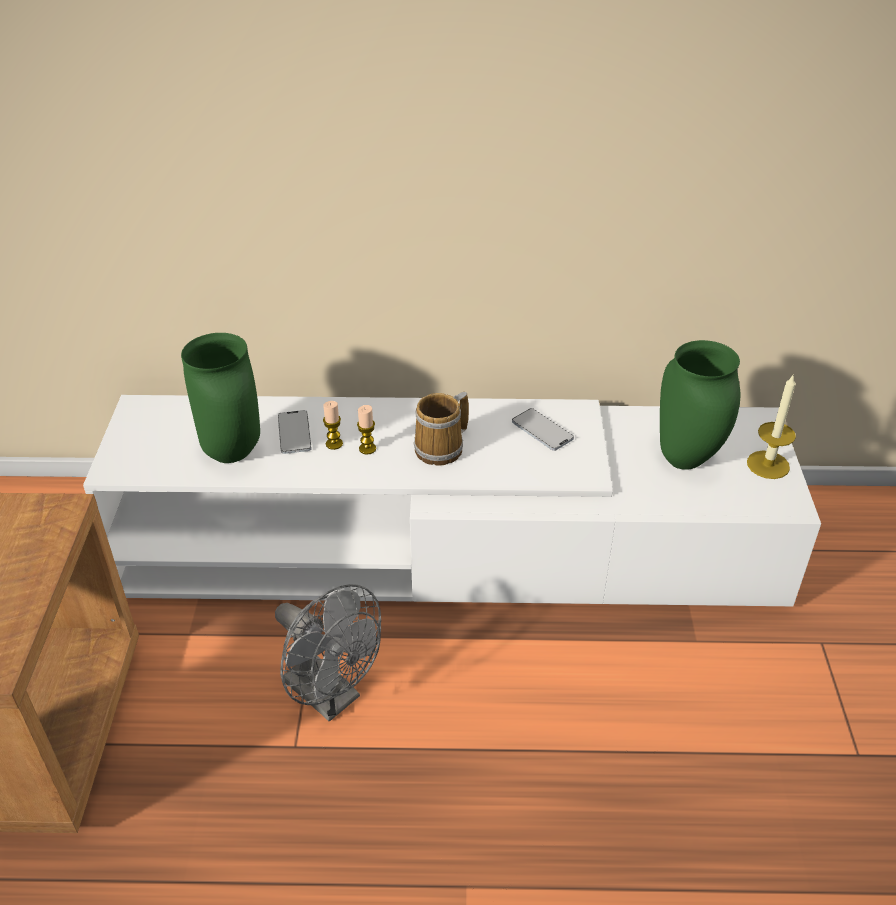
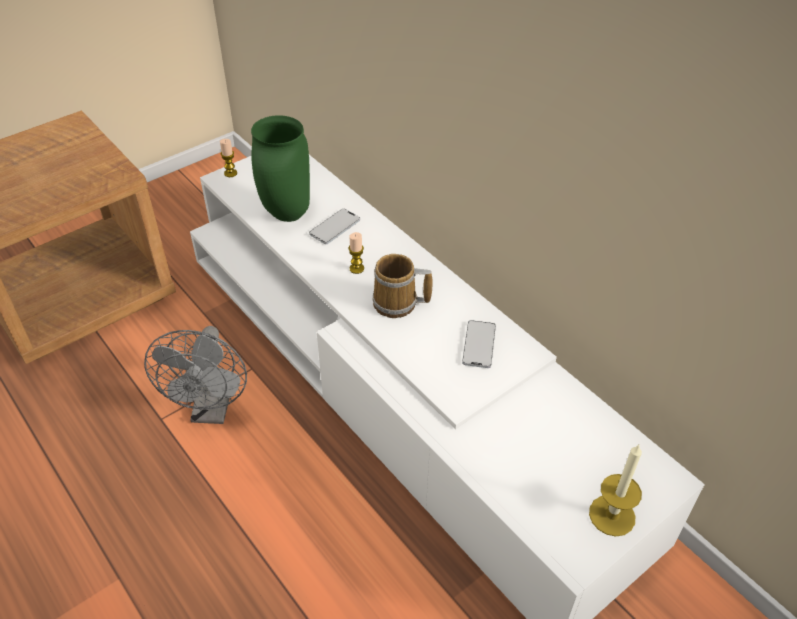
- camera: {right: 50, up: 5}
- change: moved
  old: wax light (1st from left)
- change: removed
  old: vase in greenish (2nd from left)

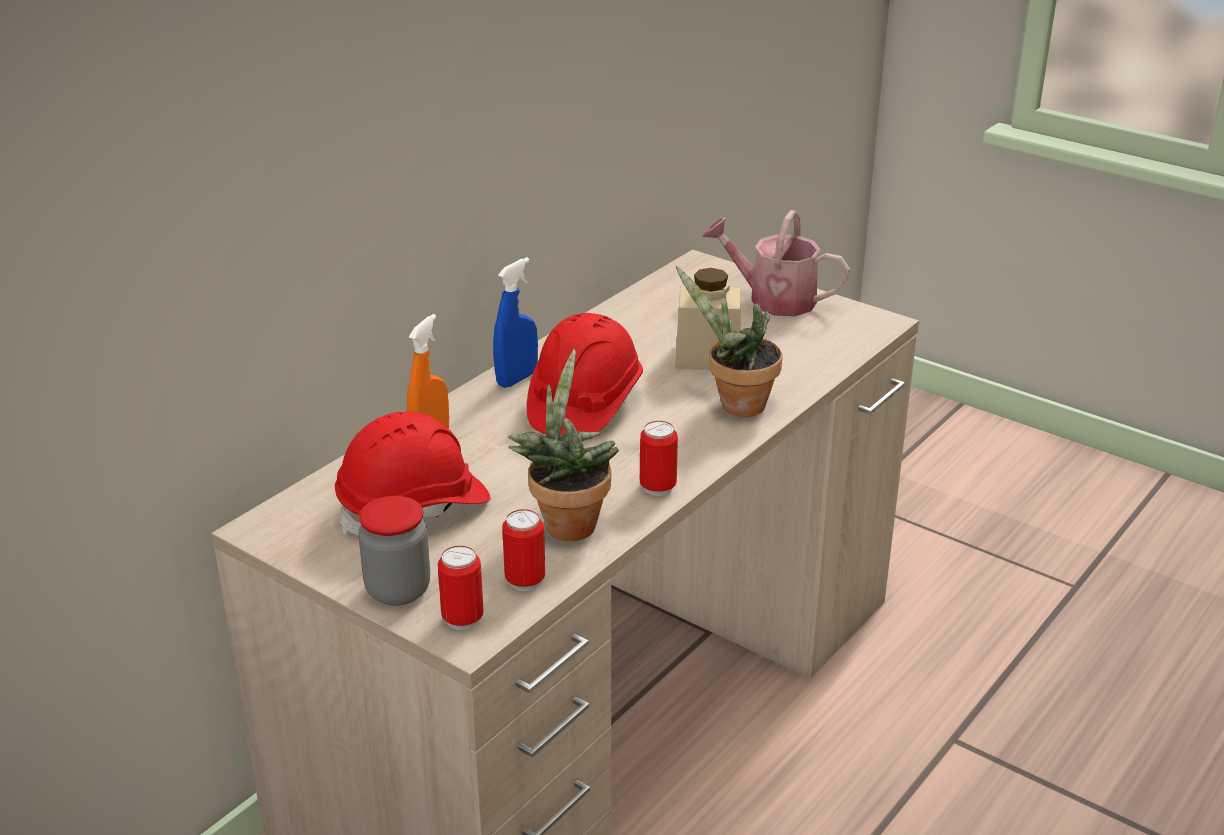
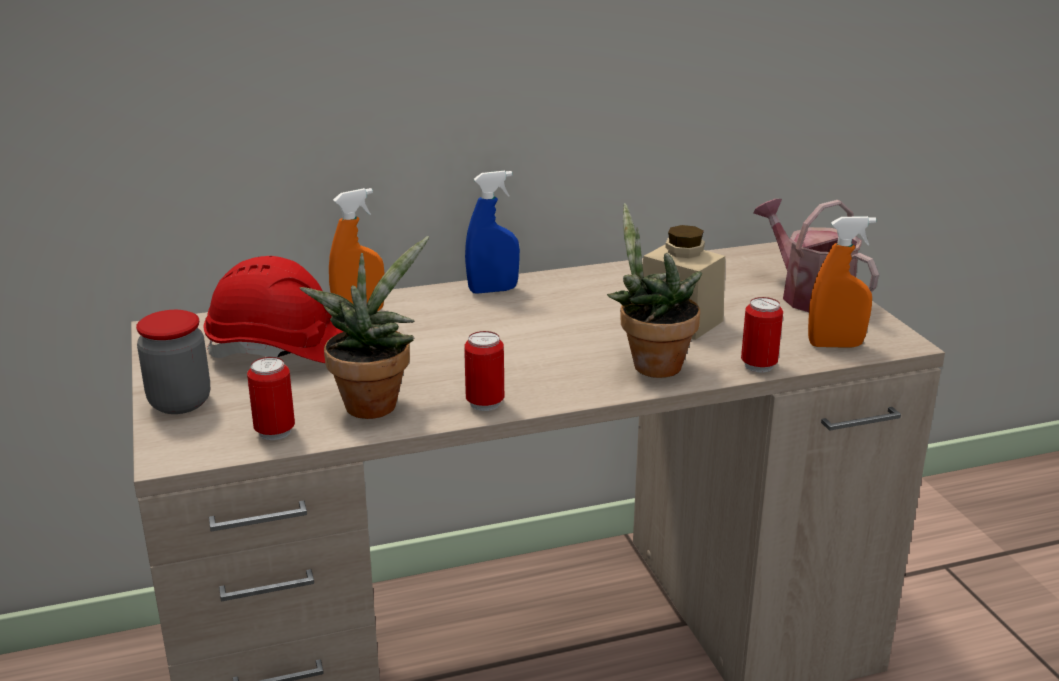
- camera: {right: 35, up: -5}
- change: moved
  old: metal can (1st from left in the first image)
  new: metal can (3rd from left)
- change: added
  new: hand sprayer in orangey (2nd from left)
- change: removed
  old: work helmet in red-coloured (2nd from left)

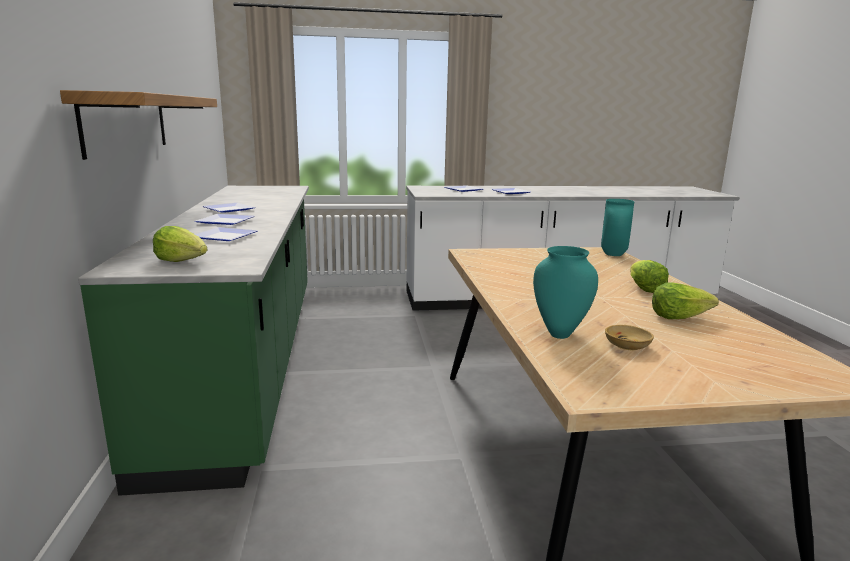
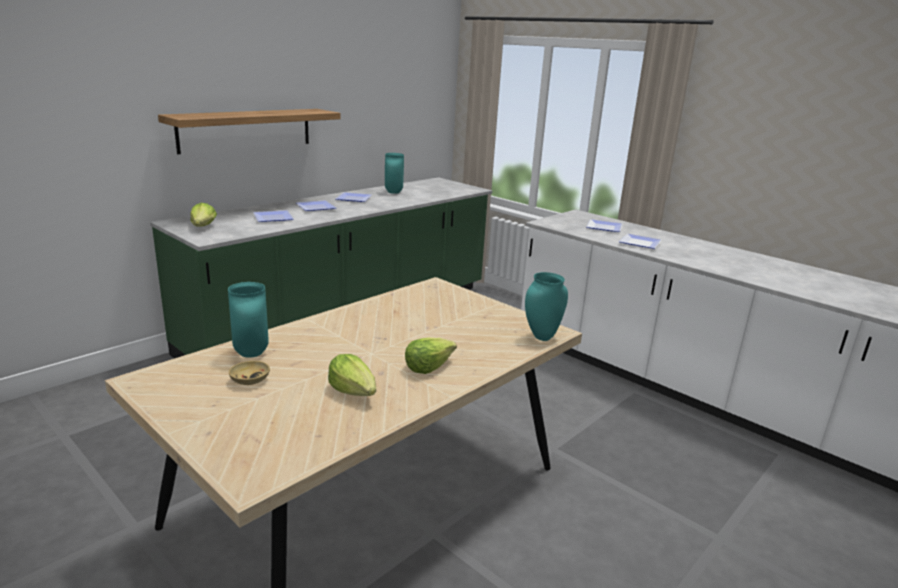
- camera: {right: 50, up: 5}
- change: added
  new: vase in turquoise-coloured (2nd from left)

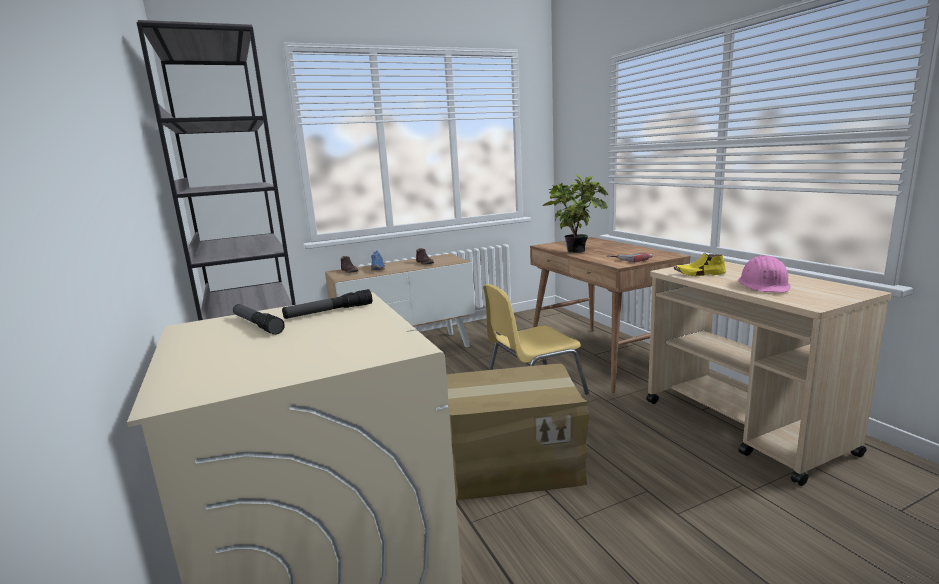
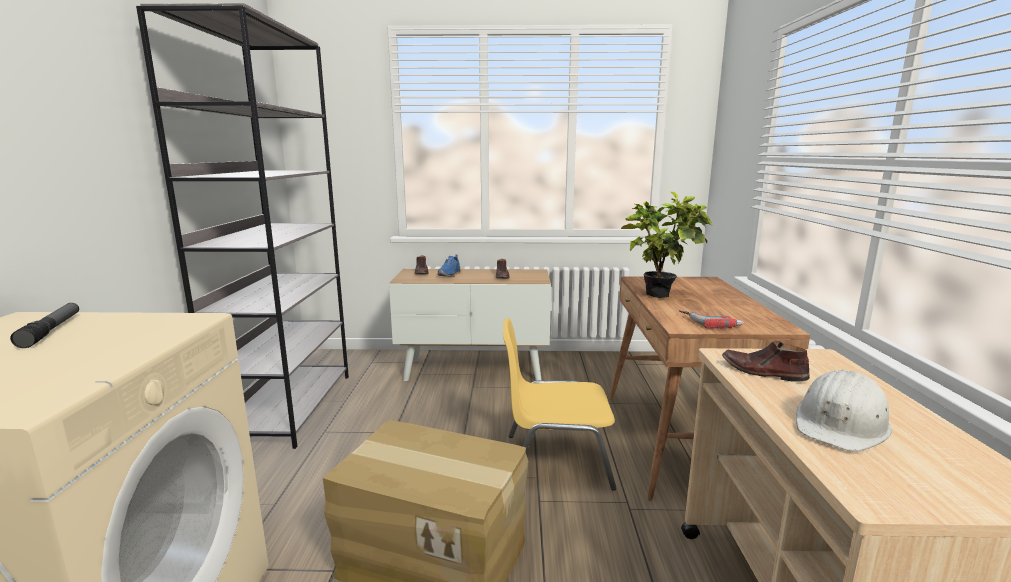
- camera: {right: 25, up: 0}
- change: recoloured
  old: item of footwear in yellowish
  new: item of footwear in brown-coloured (3rd from left)
- change: recoloured
  old: work helmet in pinkish
  new: work helmet in whitish
- change: removed
  old: torch (2nd from left)

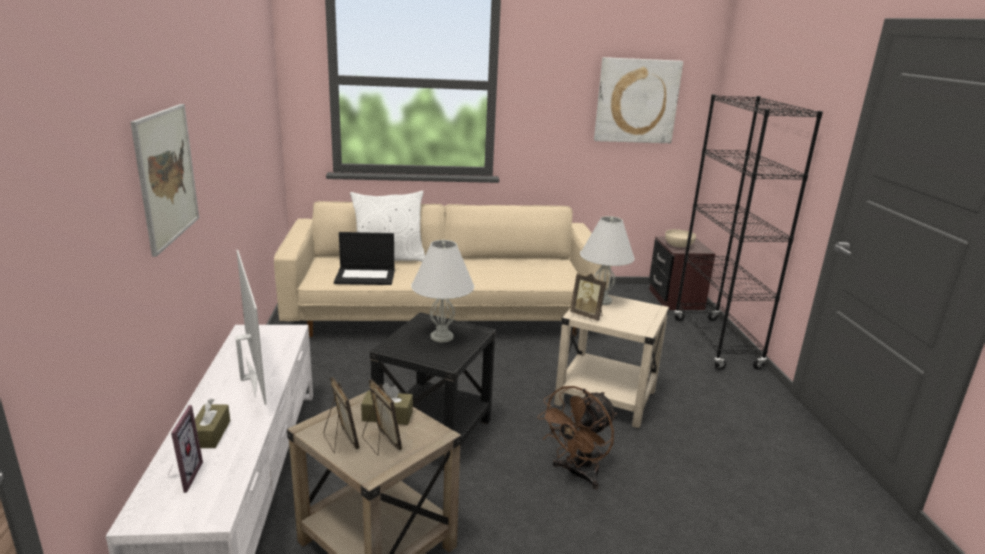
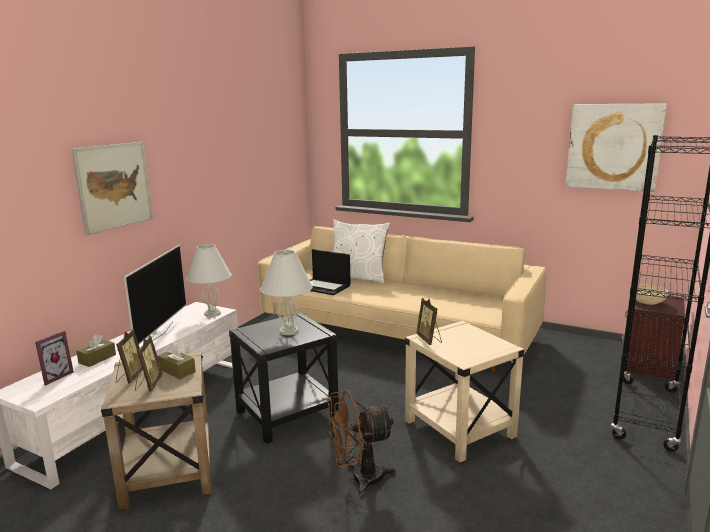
- camera: {right: 35, up: -5}
- change: moved
  old: lamp for a table in whitish (2nd from left in the first image)
  new: lamp for a table in whitish (1st from left)

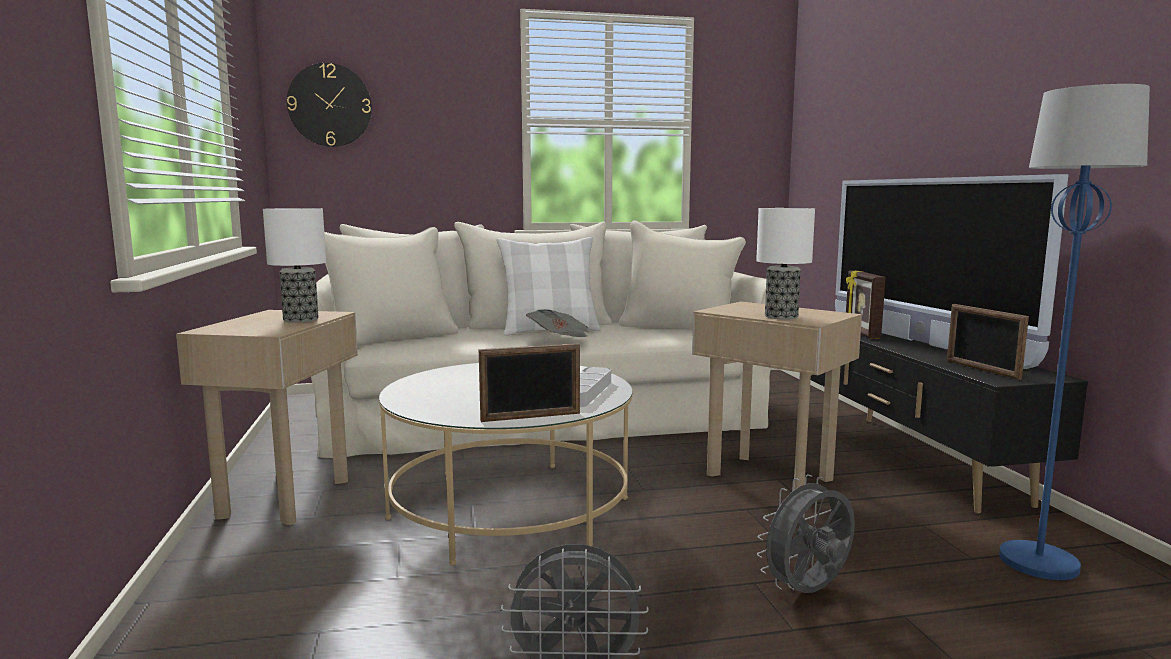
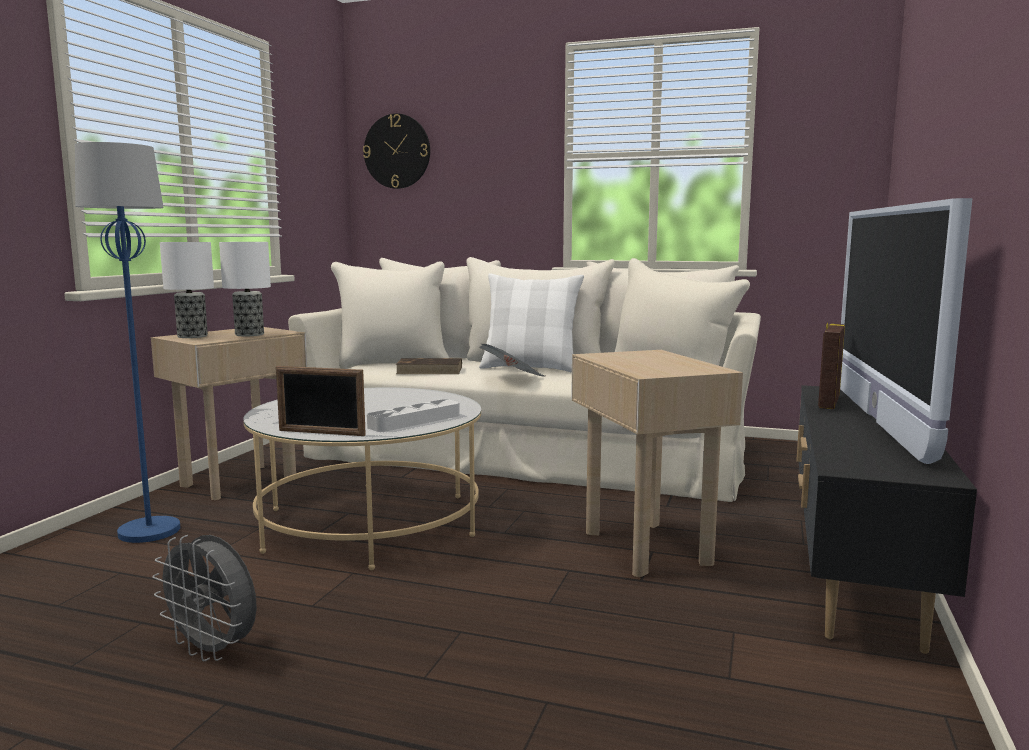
- camera: {right: 30, up: 0}
- change: moved
  old: standard lamp in blue-coloured
- change: moved
  old: lamp for a table (2nd from left in the first image)
  new: lamp for a table (1st from left)
- change: added
  new: book in brown-coloured
- change: removed
  old: cooling fan in gray (2nd from left)
- change: removed
  old: standing frame (3rd from left)

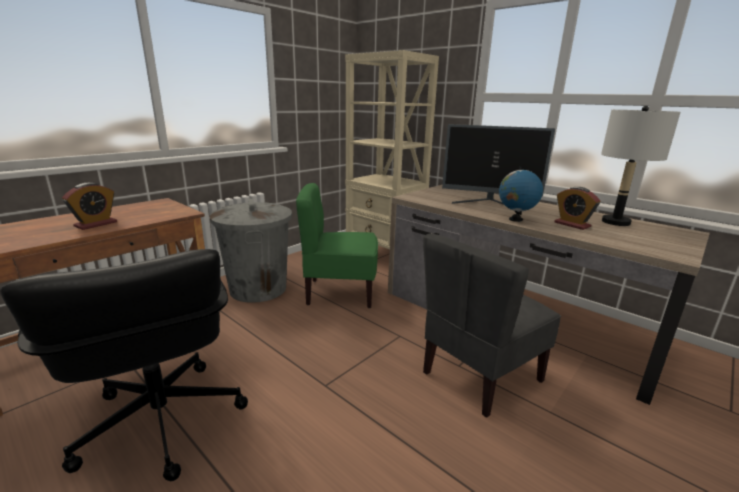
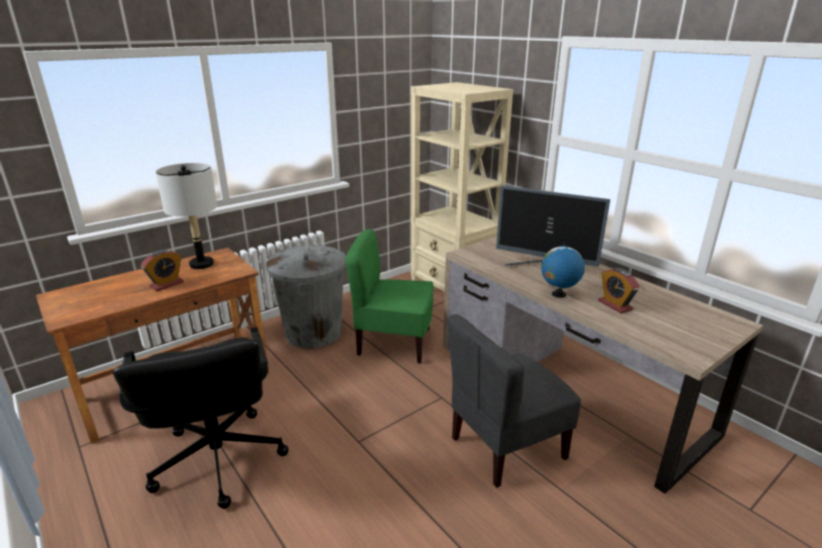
- camera: {right: 10, up: 5}
- change: moved
  old: lamp for a table in gray

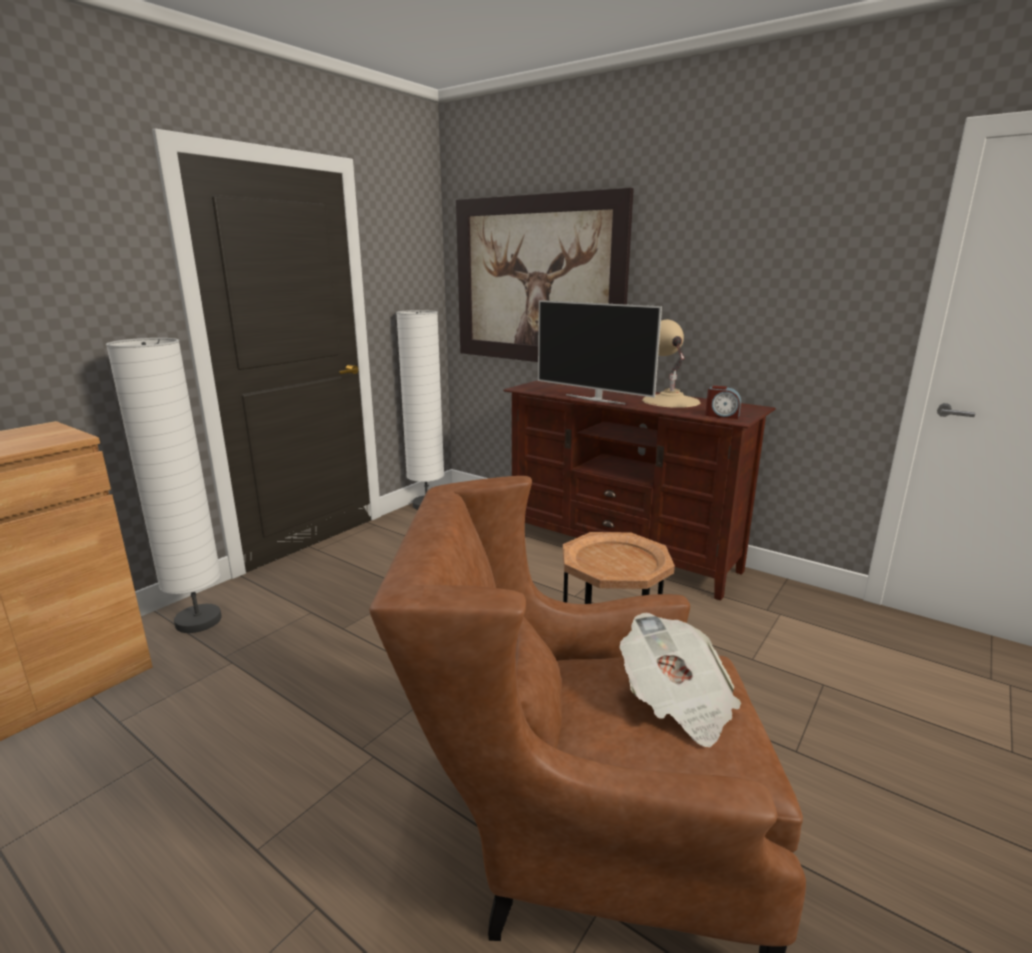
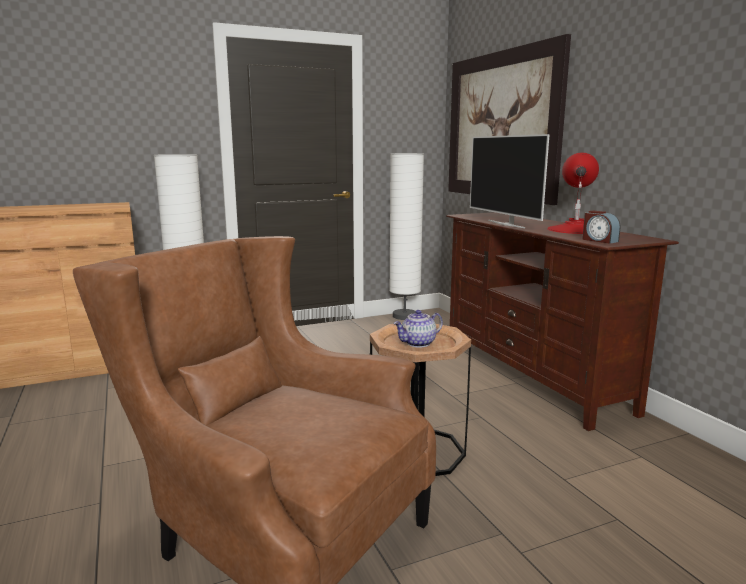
- camera: {right: 30, up: -5}
- change: added
  new: tea pot
- change: recoloured
  old: lamp for a table in beige
  new: lamp for a table in red-coloured
- change: removed
  old: newspaper

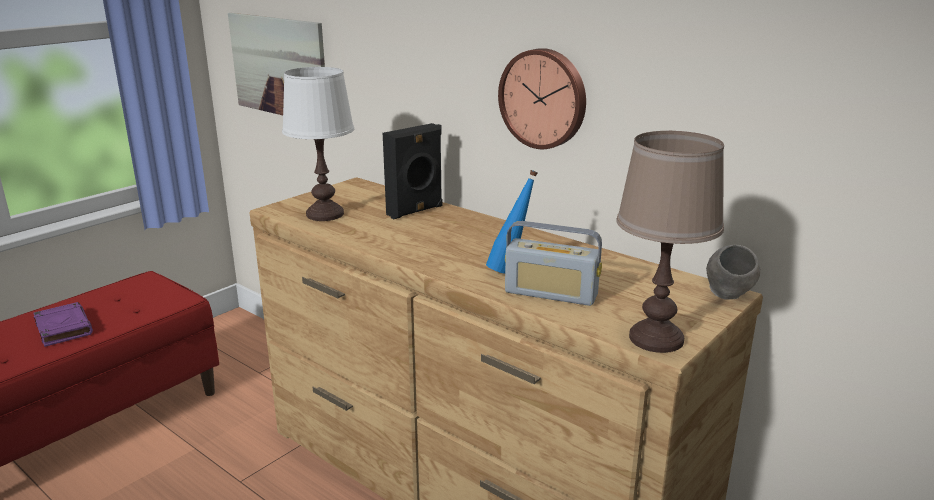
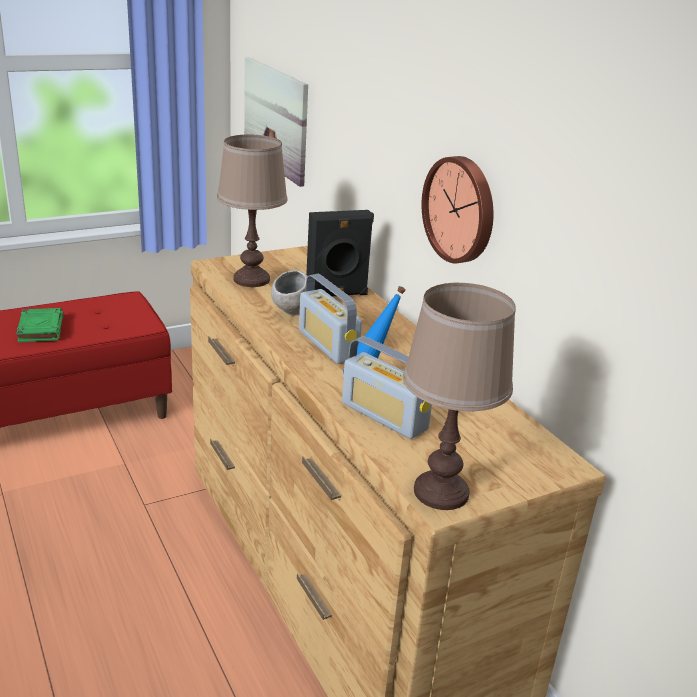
- camera: {right: 20, up: 5}
- change: recoloured
  old: book in purple-coloured
  new: book in greenish
- change: recoloured
  old: lamp for a table in whitish
  new: lamp for a table in brown-coloured (1st from left)
- change: moved
  old: bowl in gray
- change: added
  new: radio (1st from left)

